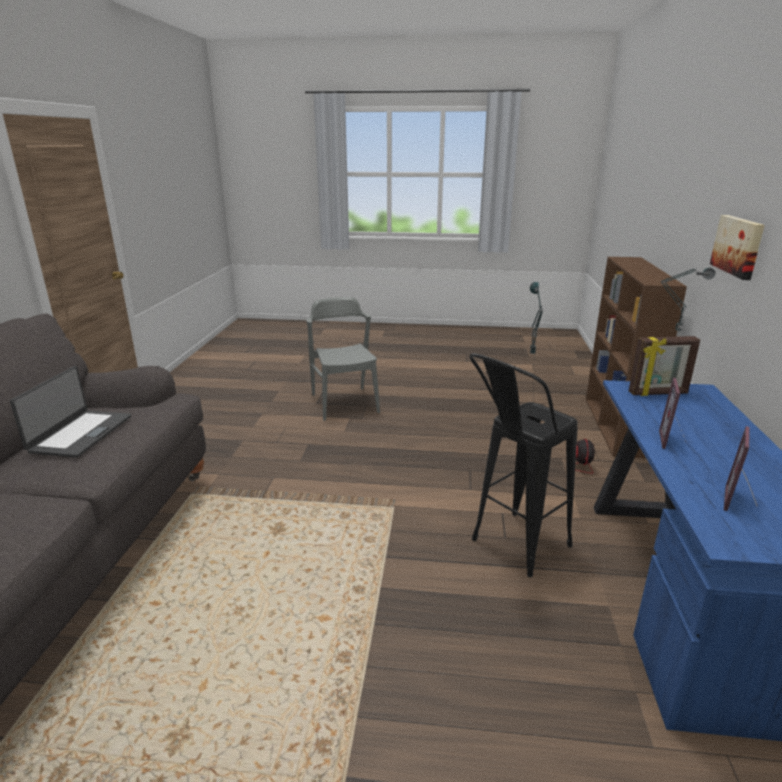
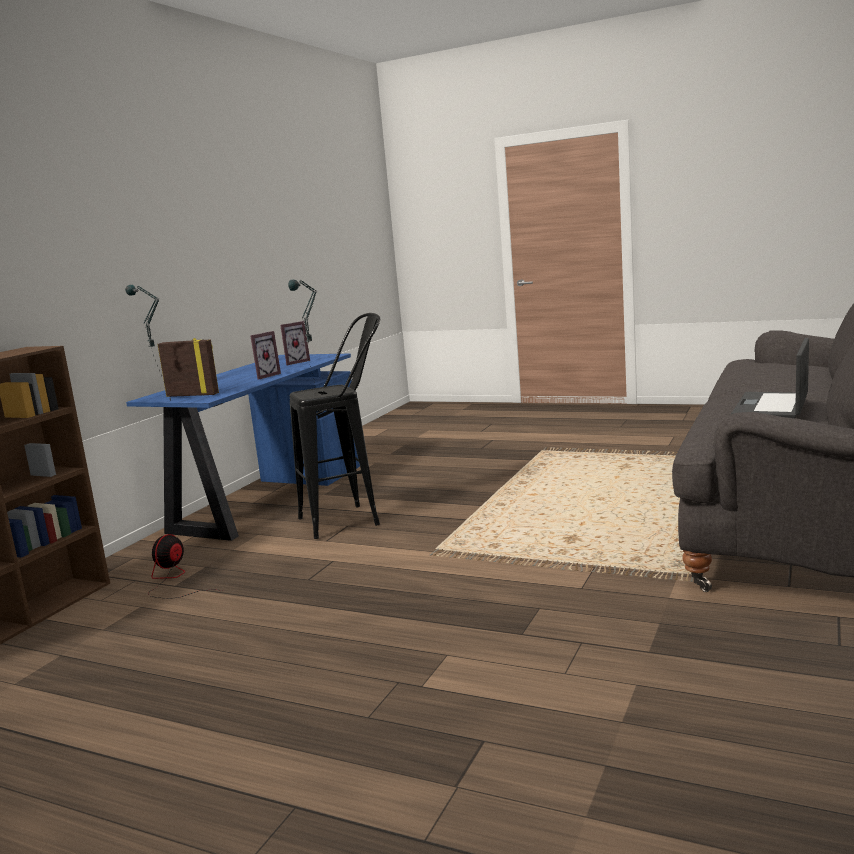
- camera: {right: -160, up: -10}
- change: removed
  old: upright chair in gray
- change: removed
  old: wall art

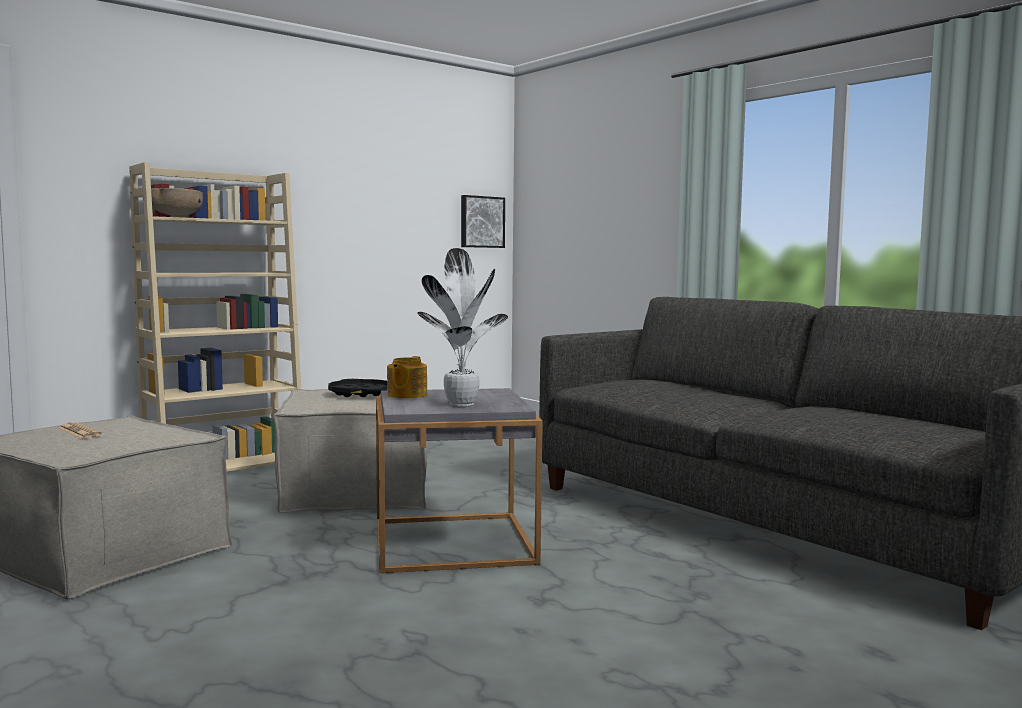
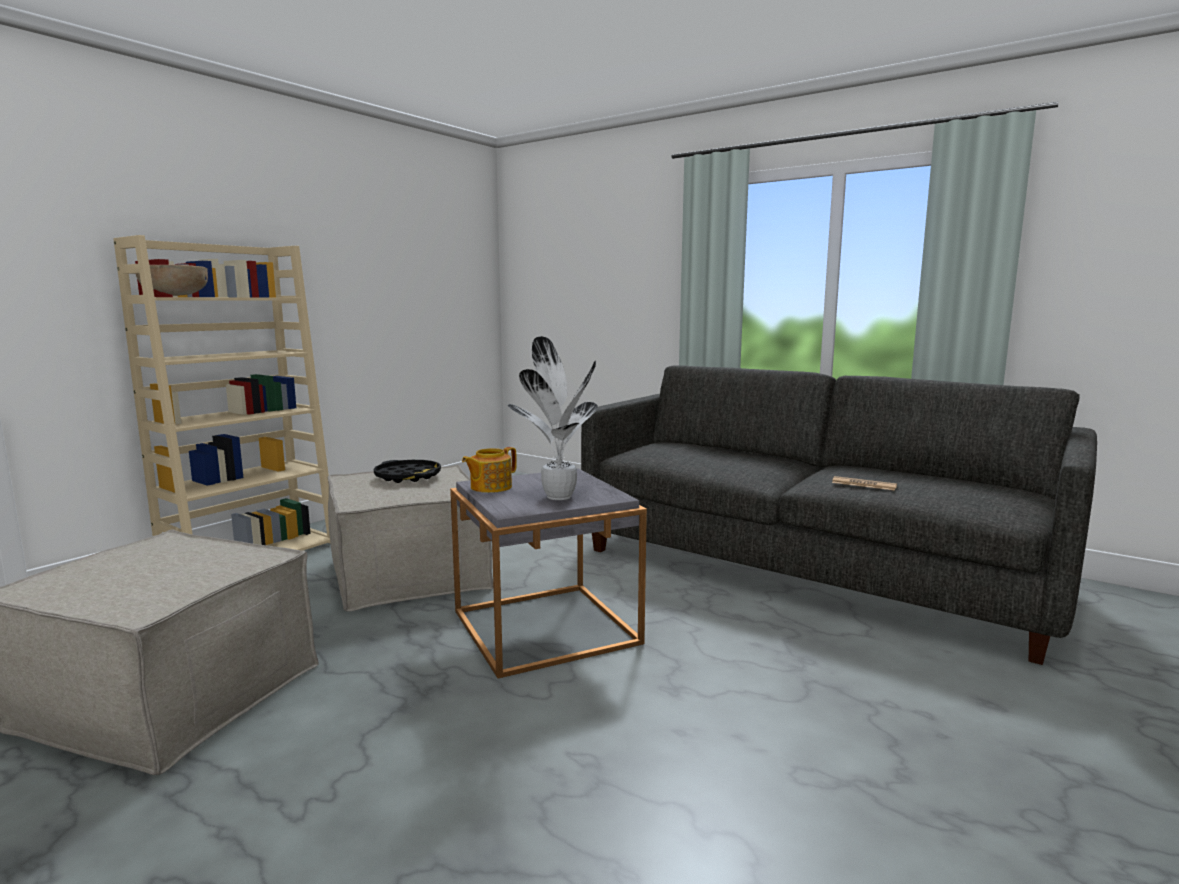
- camera: {right: -15, up: 5}
- change: turned
  old: tea pot
  degrees: 45
- change: moved
  old: newspaper
- change: removed
  old: wall art

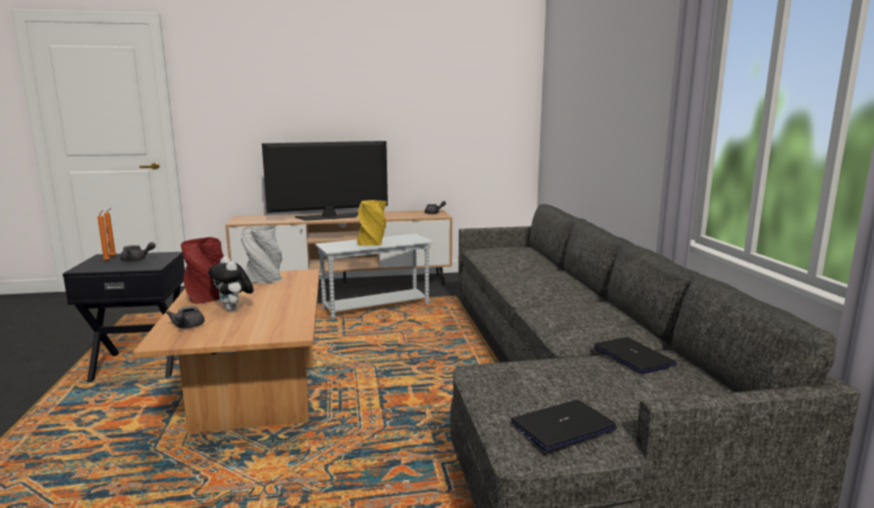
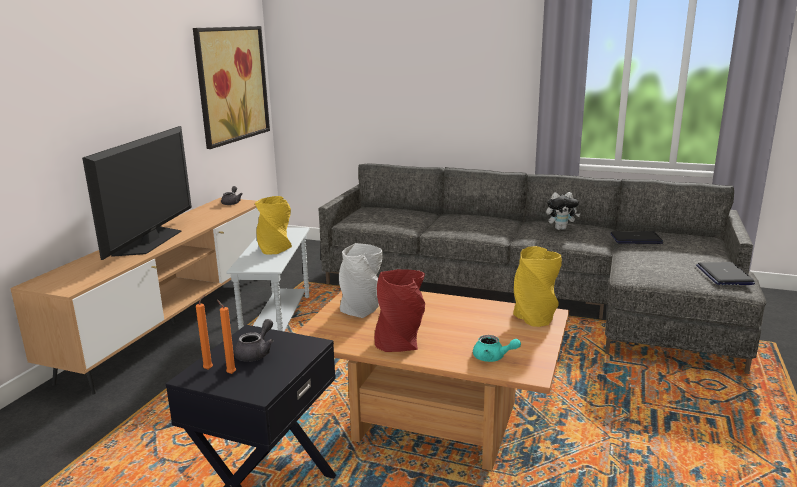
- camera: {right: -60, up: 5}
- change: added
  new: wall art
- change: recoloured
  old: tea pot in gray (2nd from left)
  new: tea pot in turquoise-coloured
- change: added
  new: vase in yellowish (2nd from left)
- change: moved
  old: plush toy

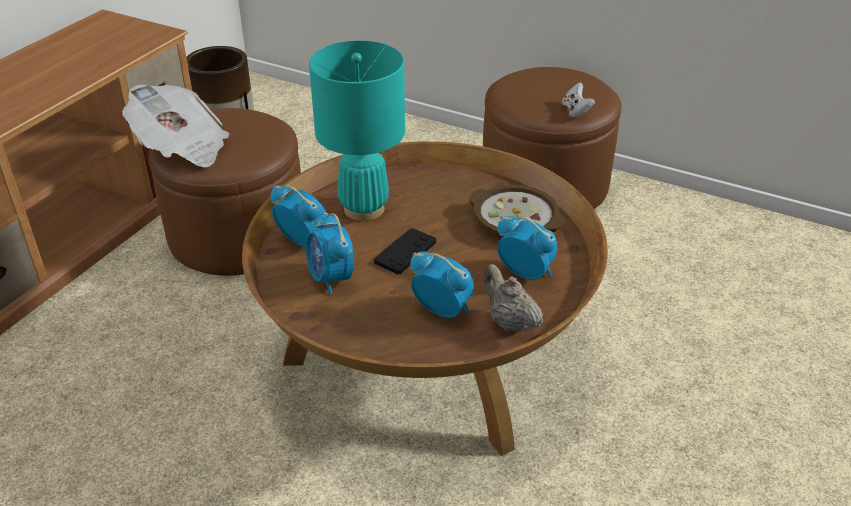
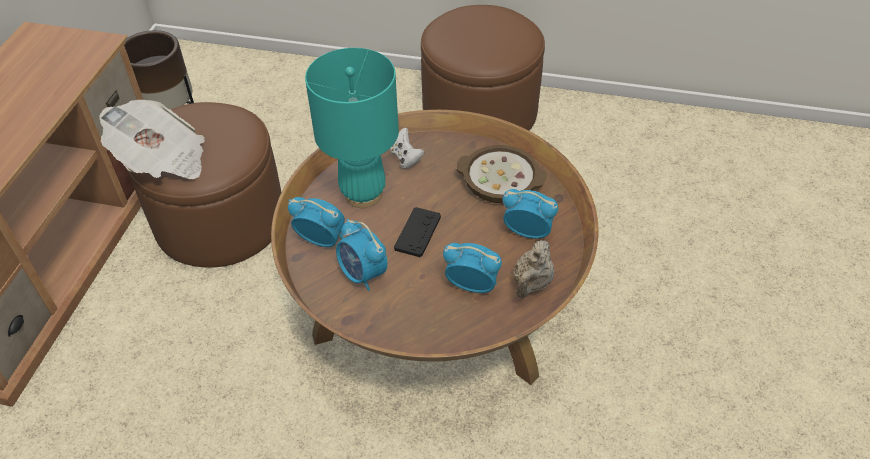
- camera: {right: -15, up: 10}
- change: moved
  old: game controller in whitish
- change: turned
  old: tea pot in beige
  degrees: -105

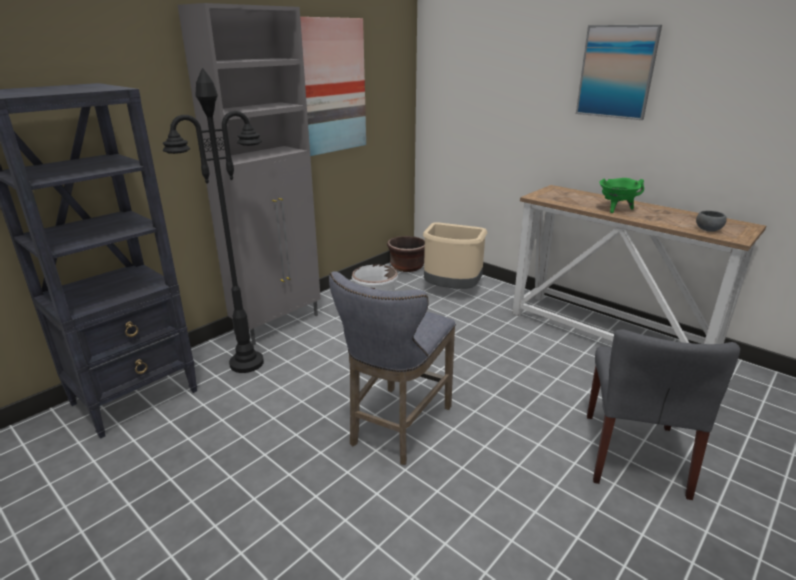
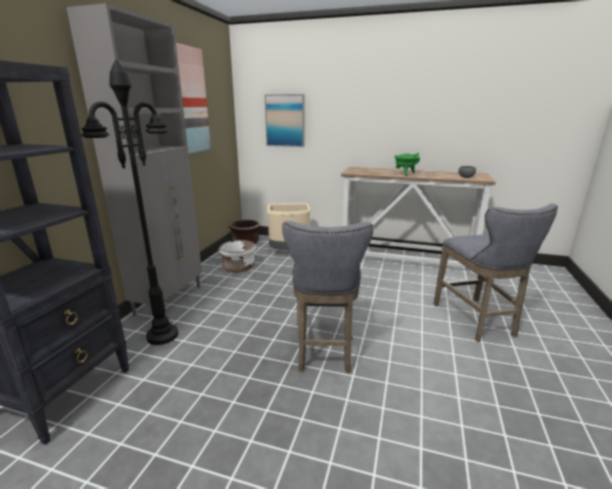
- camera: {right: -25, up: -5}
- change: moved
  old: wall art (2nd from left)
- change: replaced
  old: upright chair in gray
  new: stool in gray (2nd from left)

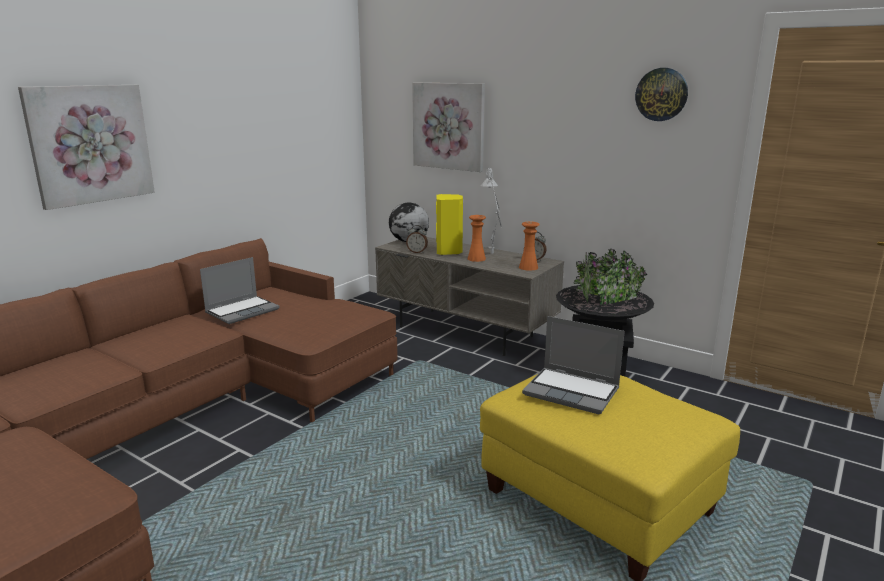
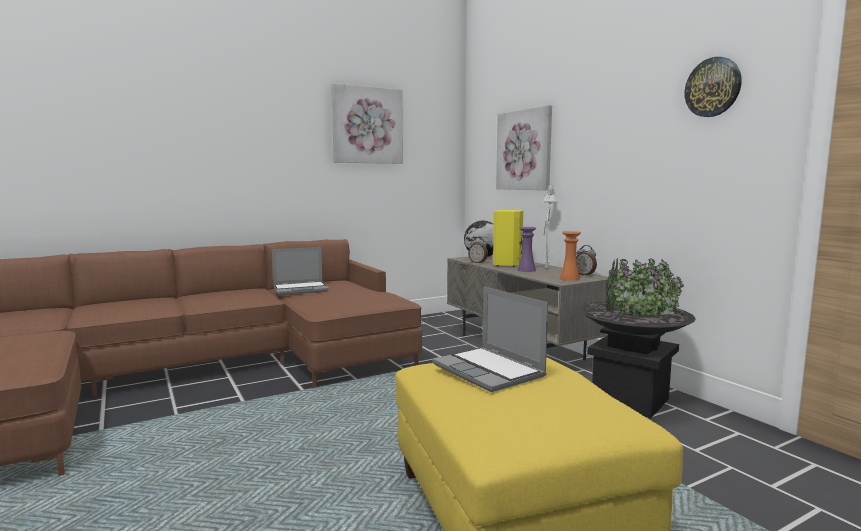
- camera: {right: 25, up: -10}
- change: moved
  old: wall art (1st from left)
- change: recoloured
  old: vase in orangey (1st from left)
  new: vase in purple-coloured

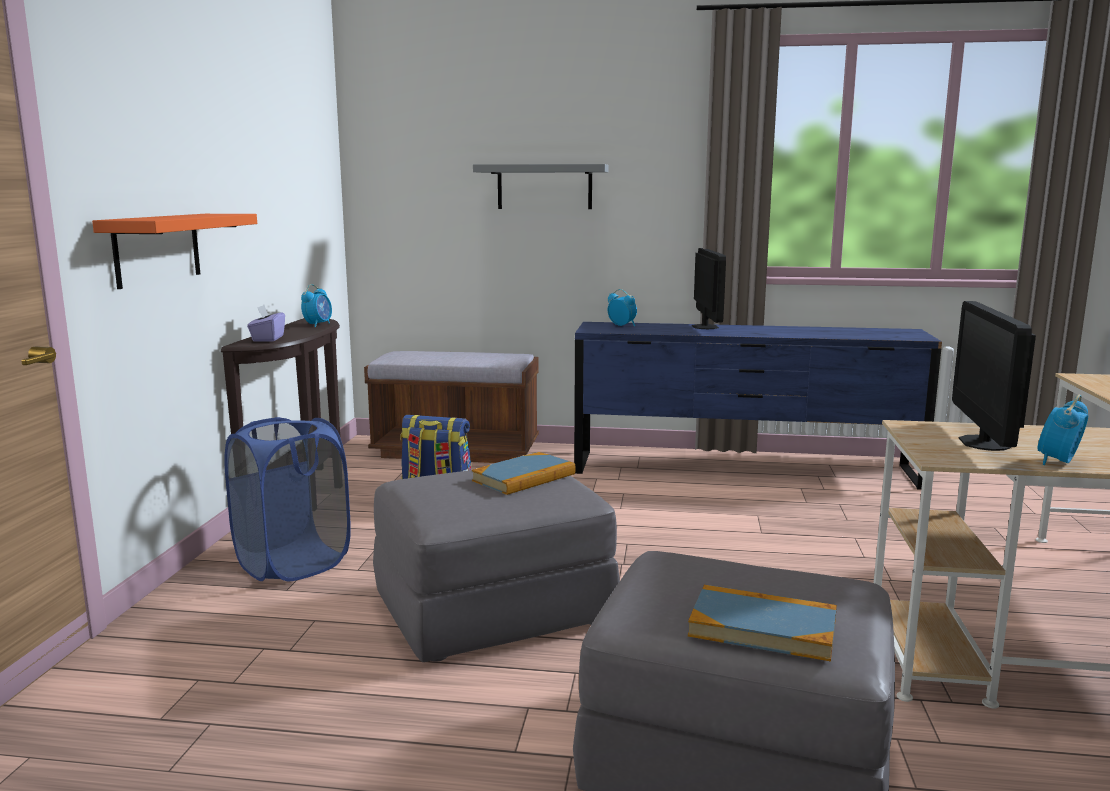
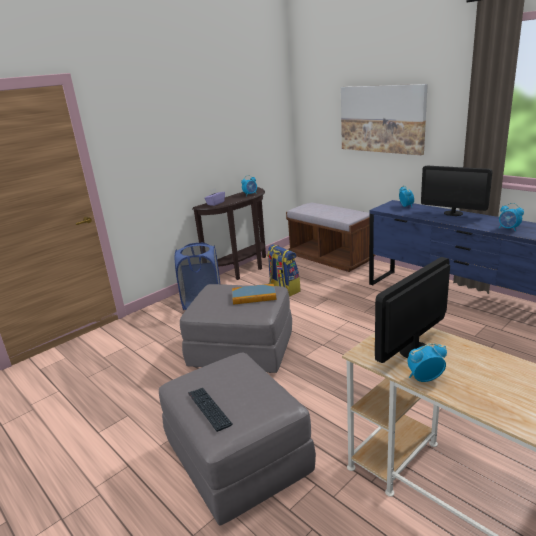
- camera: {right: 40, up: 10}
- change: replaced
  old: book (2nd from left)
  new: computer keyboard
- change: replaced
  old: wall shelf in gray
  new: wall art
- change: turned
  old: monitor (1st from left in the first image)
  degrees: 90
- change: added
  new: bedside clock (4th from left)
- change: removed
  old: wall shelf in orangey

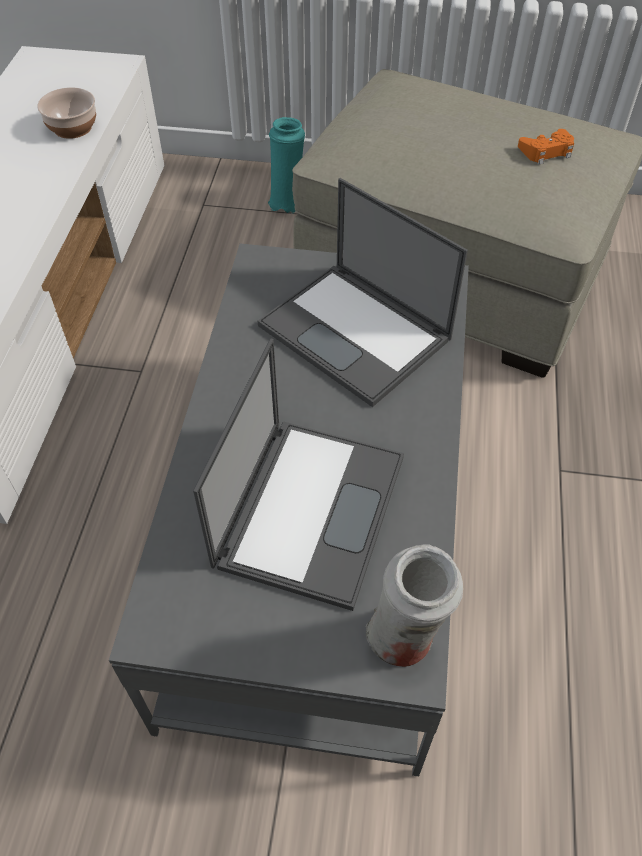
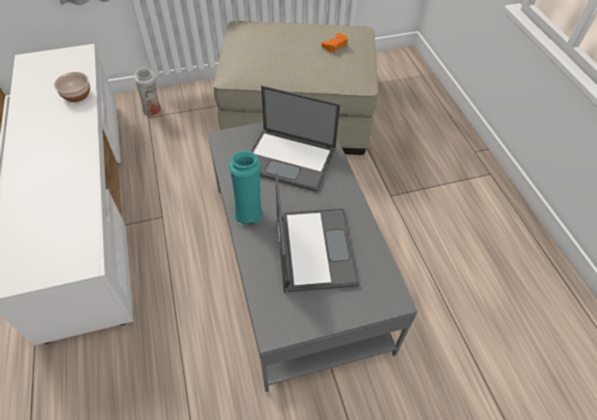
- camera: {right: -25, up: 0}
- change: moved
  old: vase in whitish
- change: moved
  old: vase in turquoise-coloured

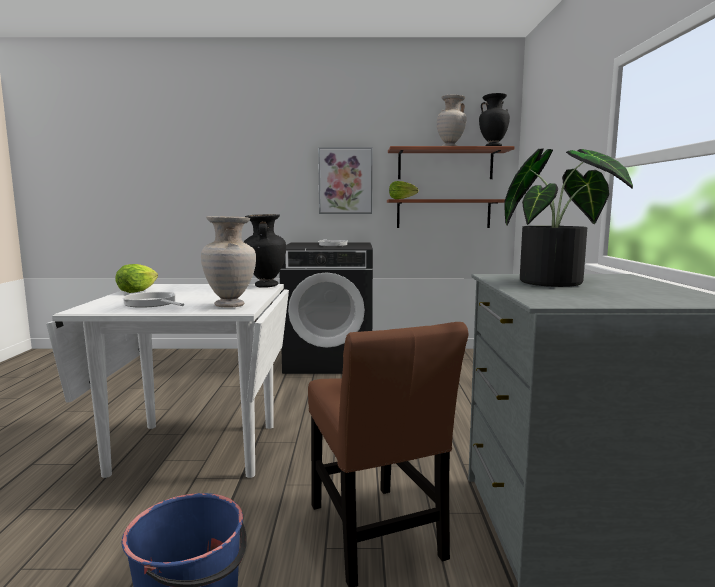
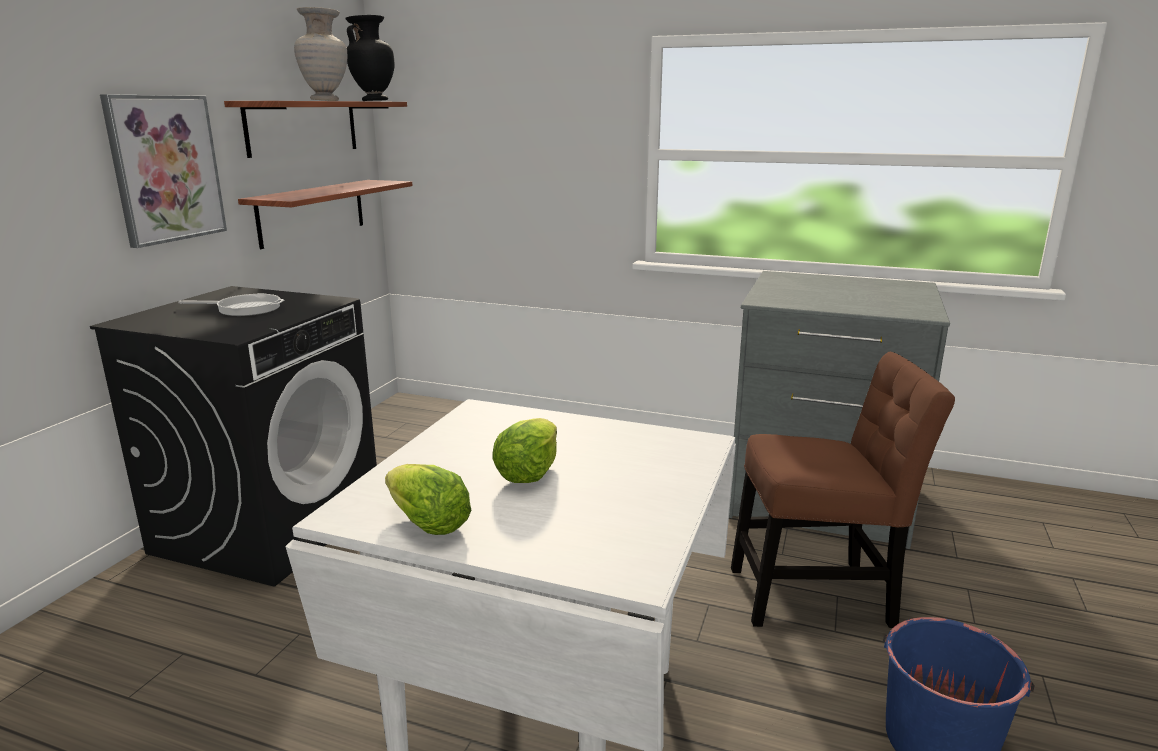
- camera: {right: -70, up: 10}
- change: moved
  old: head of lettuce (2nd from left)
- change: removed
  old: frying pan (1st from left)
- change: removed
  old: vase in beige (1st from left)
- change: removed
  old: vase in blackish (1st from left)
- change: removed
  old: potted plant

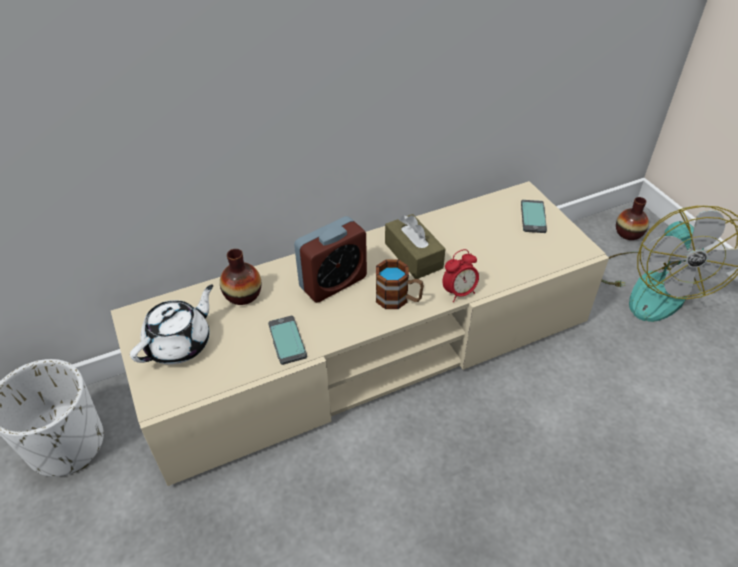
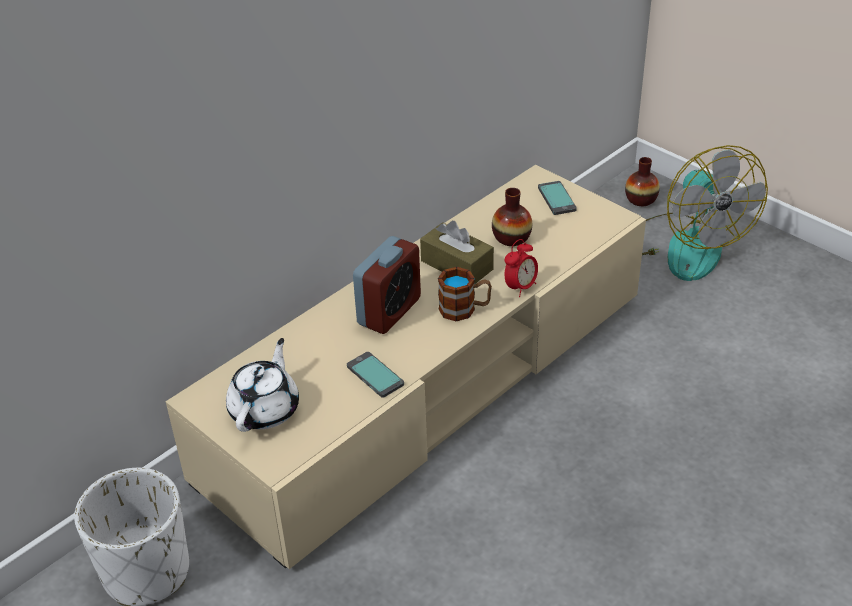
- camera: {right: -20, up: -5}
- change: moved
  old: vase (1st from left)

